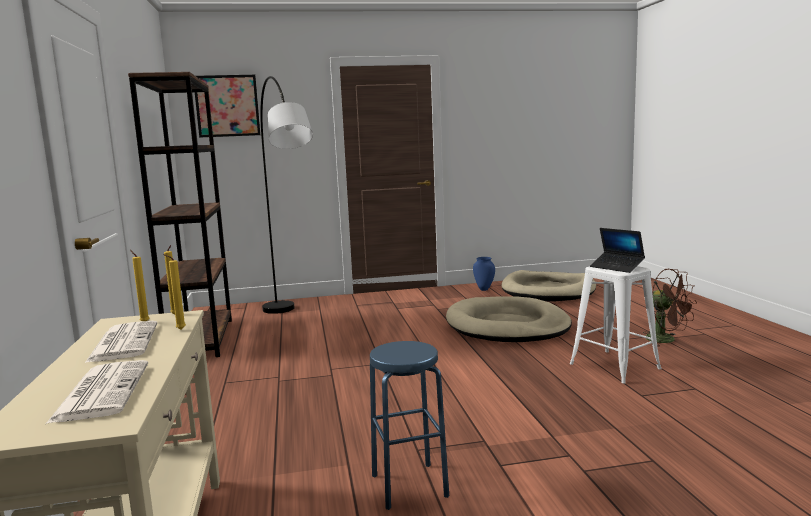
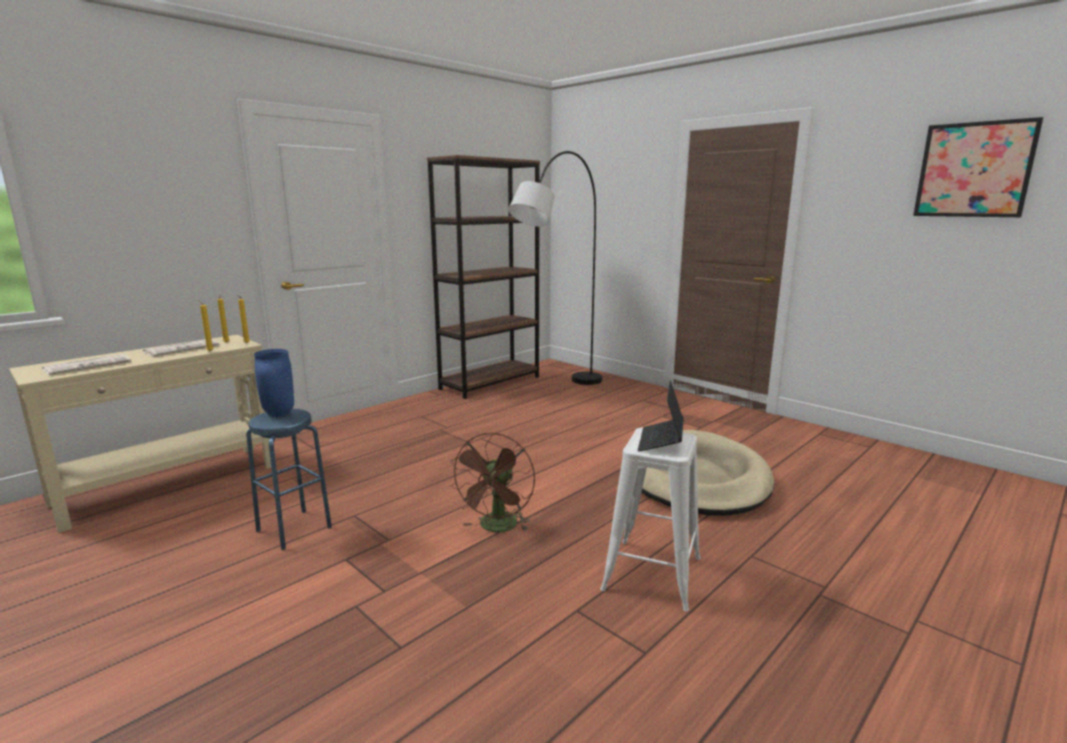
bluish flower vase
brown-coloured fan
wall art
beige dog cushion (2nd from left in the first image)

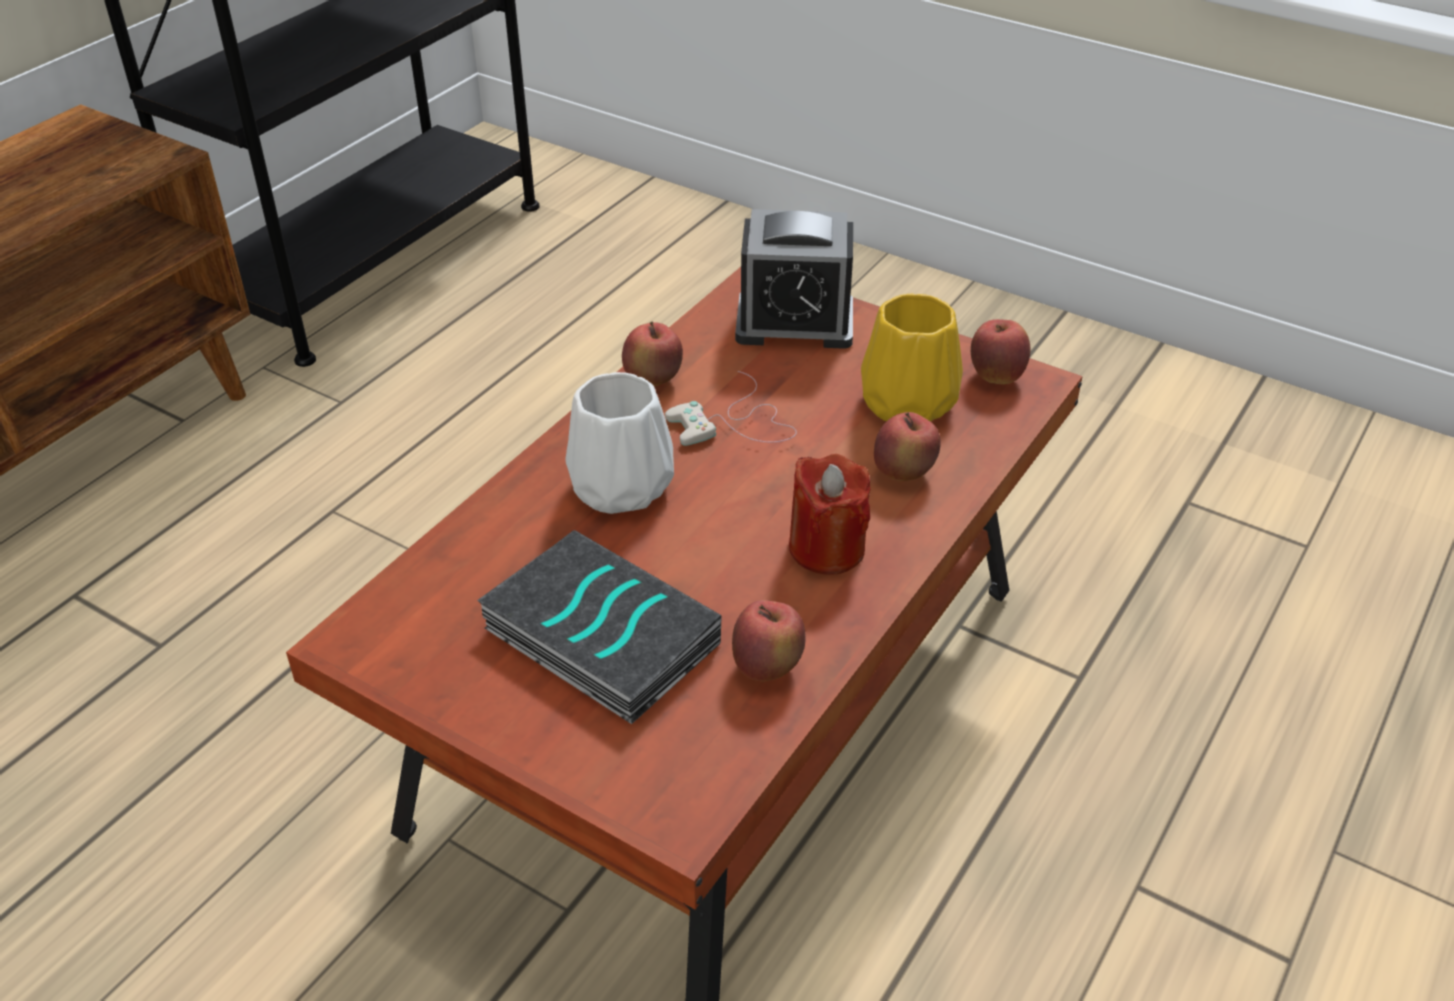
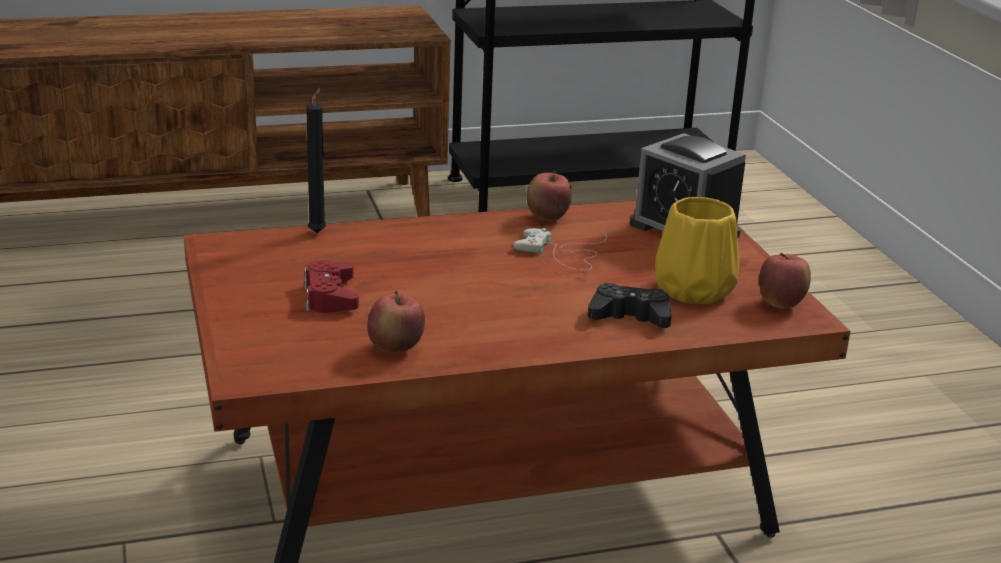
reddish joypad
blackish wax light
blackish joypad
white flower vase
reddish wax light

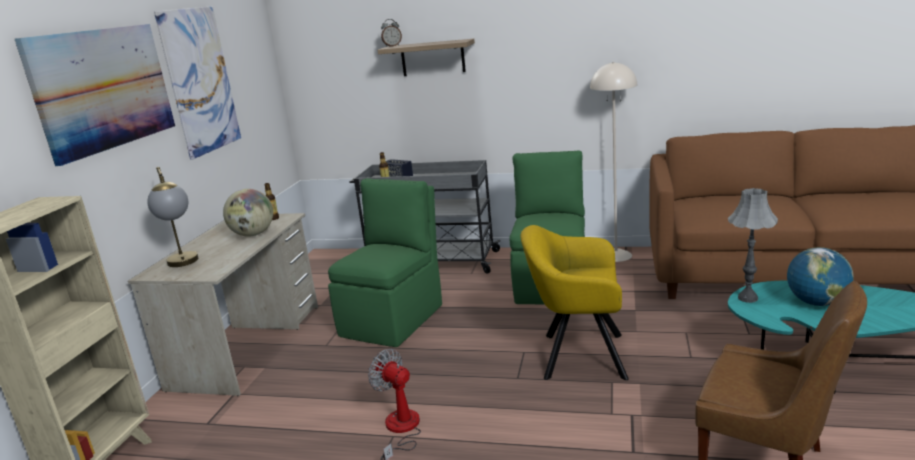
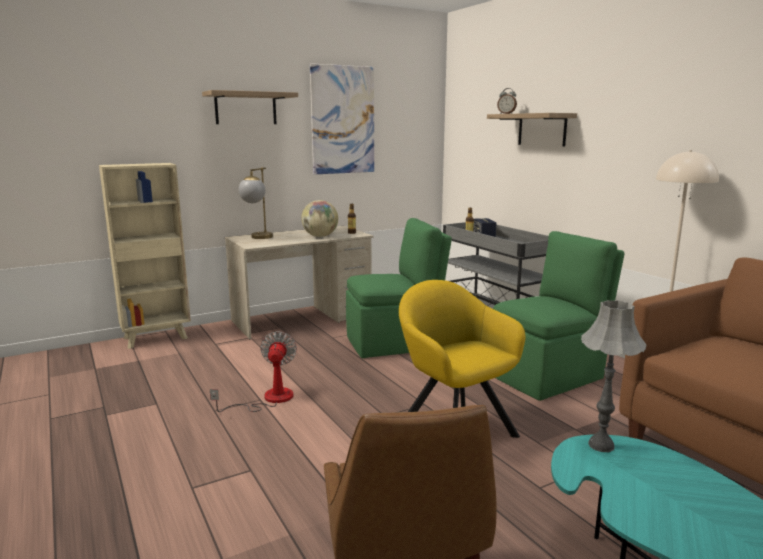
shelf (1st from left)
desk globe (2nd from left in the first image)

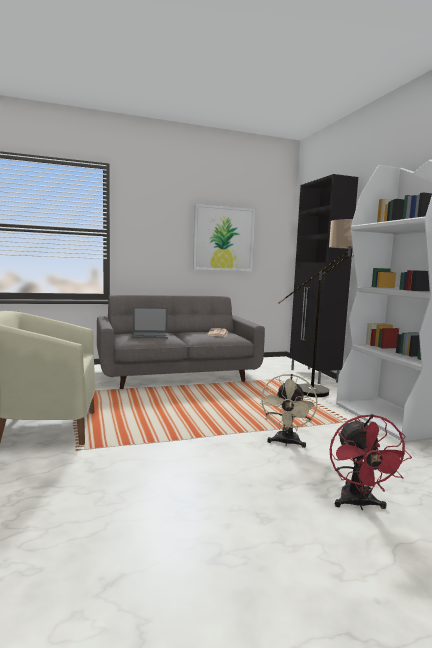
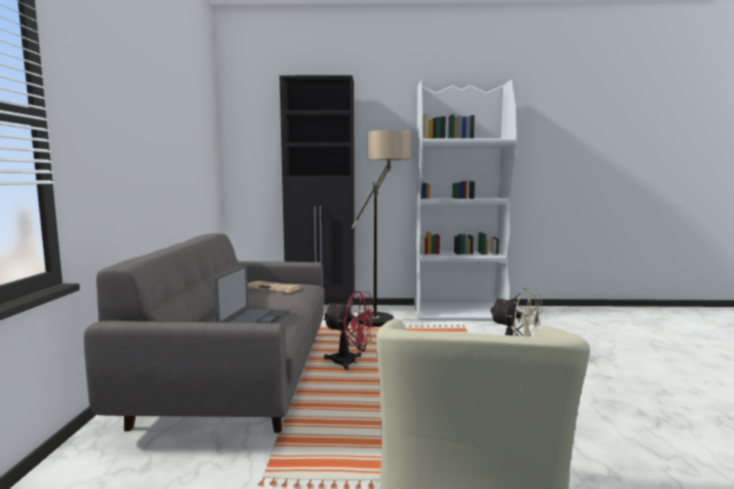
reddish fan
wall art

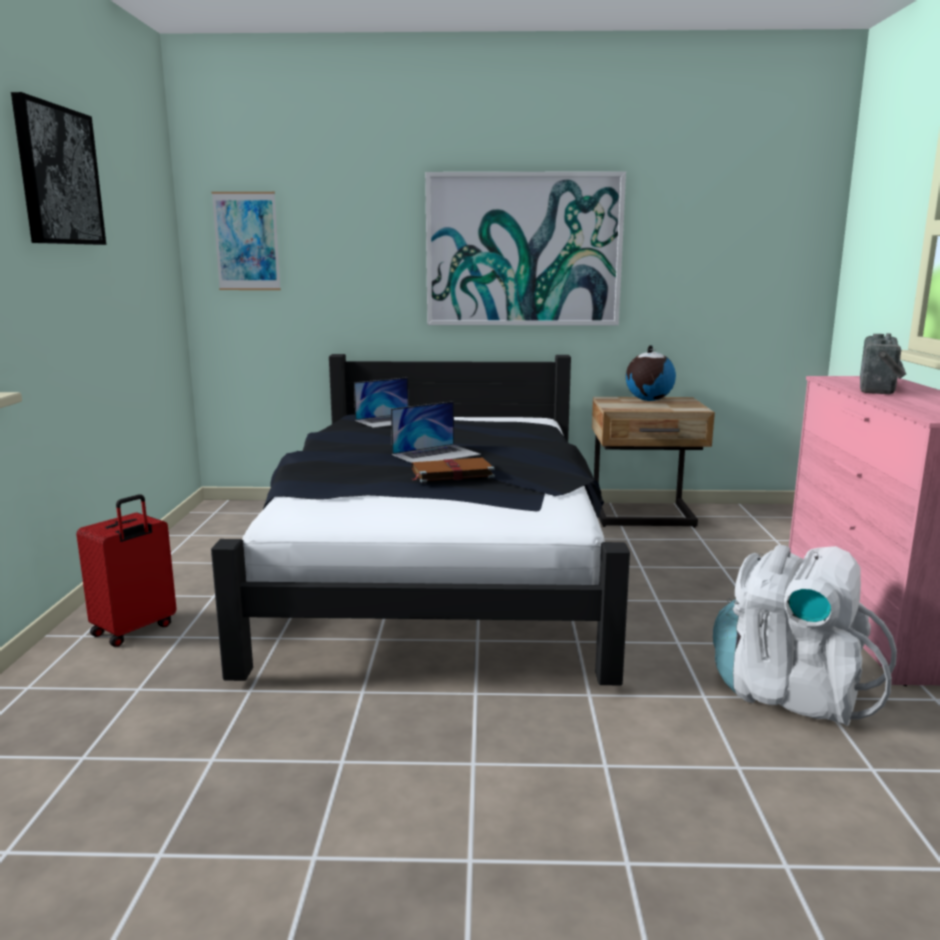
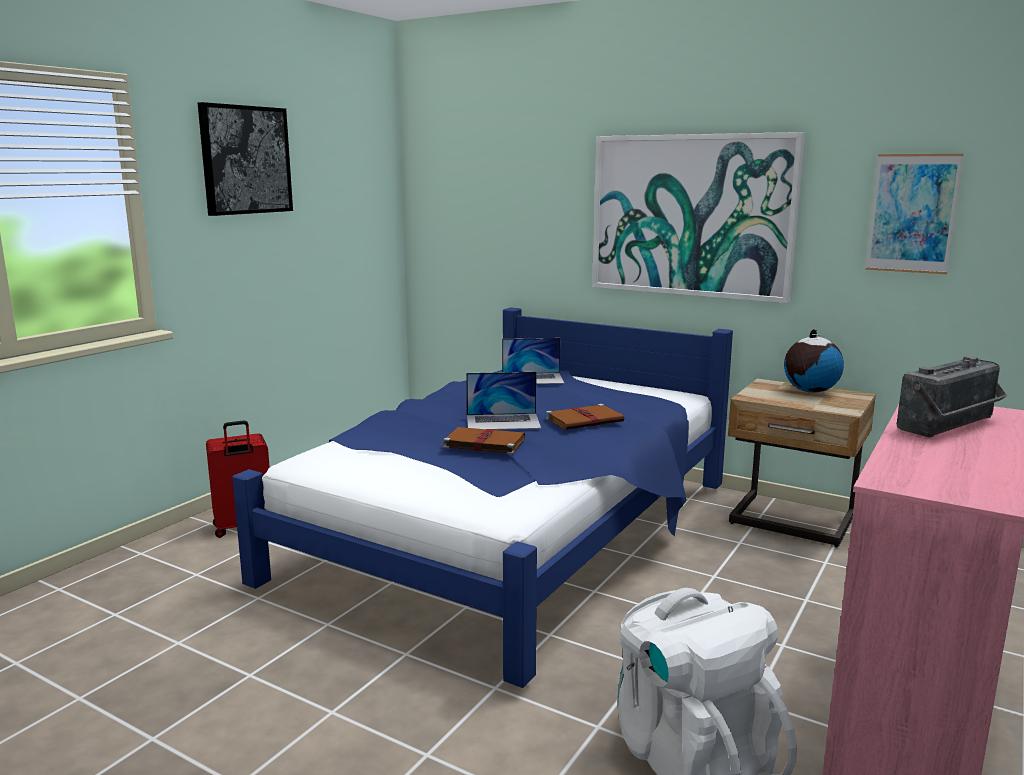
bluish sleeping bed
brown-coloured bound book (2nd from left)
wall art (3rd from left)

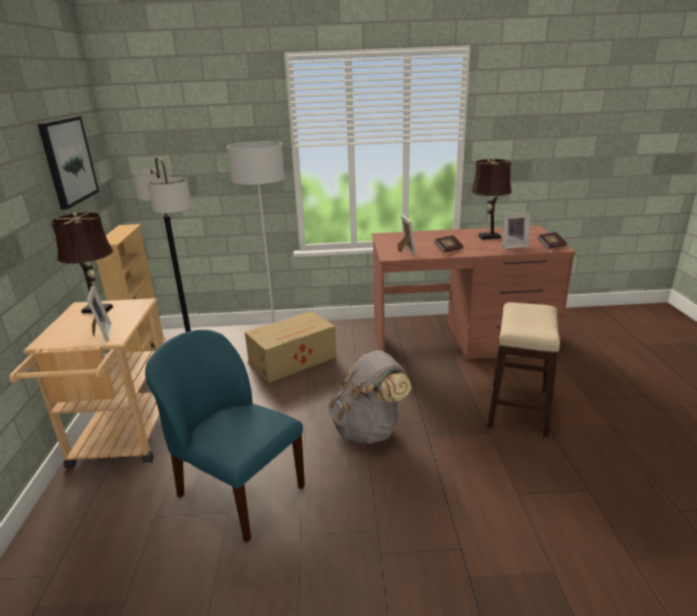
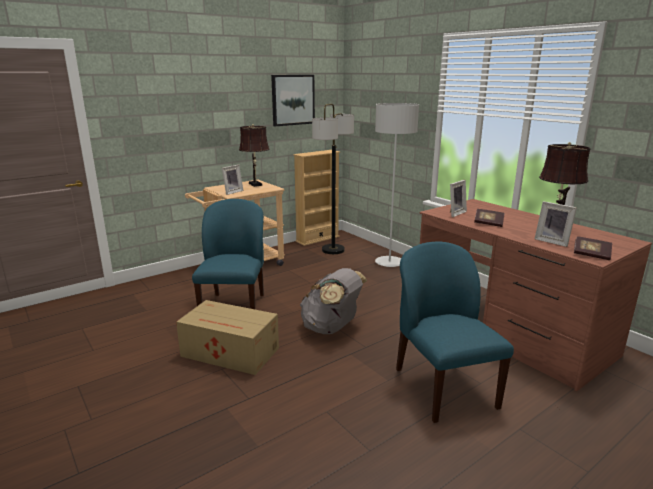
cardboard box
bluish chair (2nd from left)

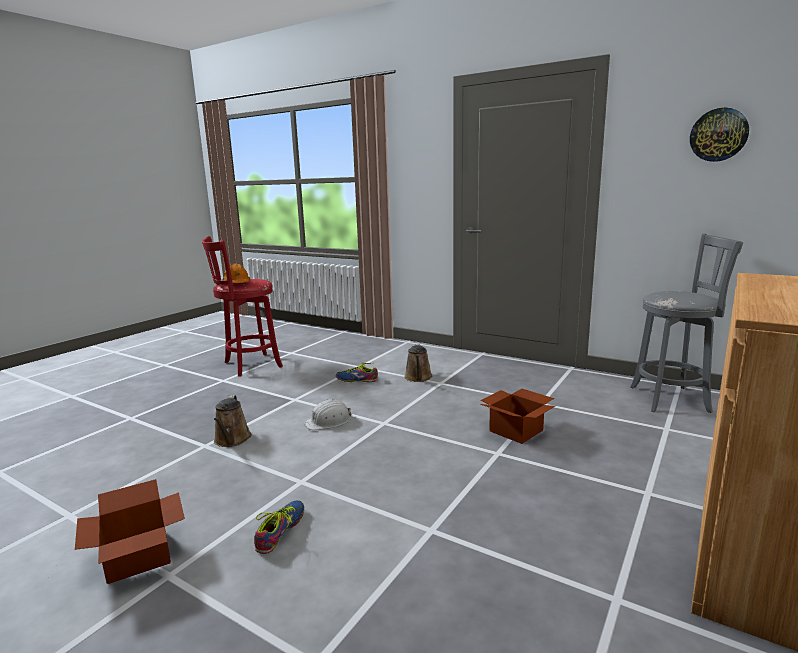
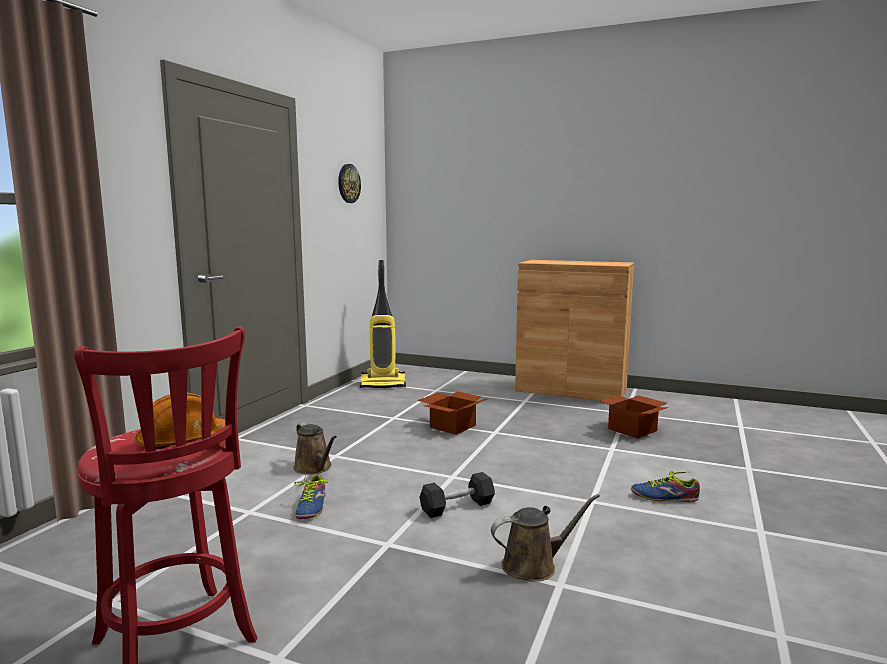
brown-coloured watering can (1st from left)
vacuum cleaner
blackish hand weight
cardboard box (2nd from left)

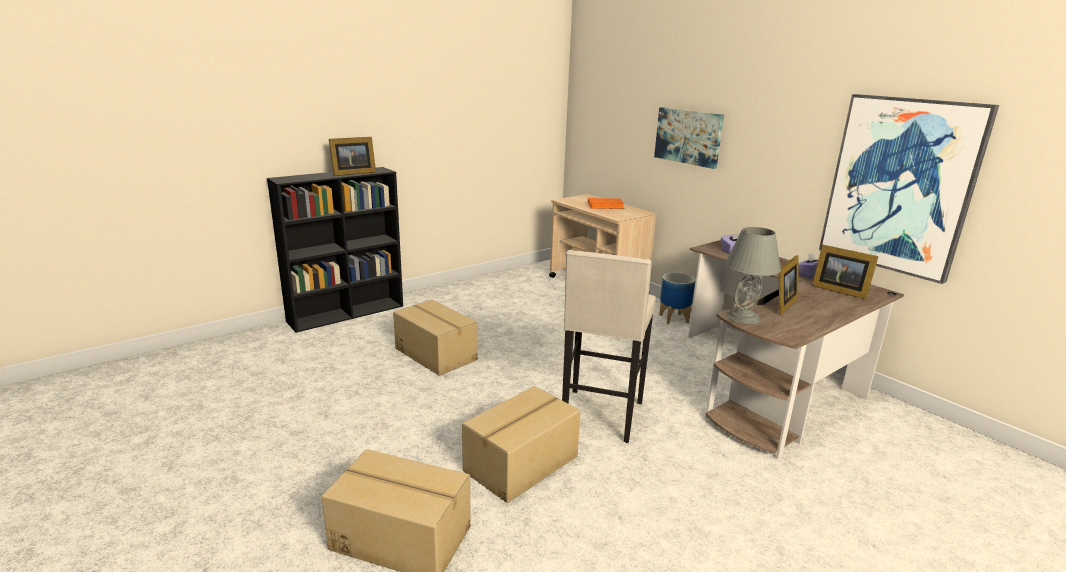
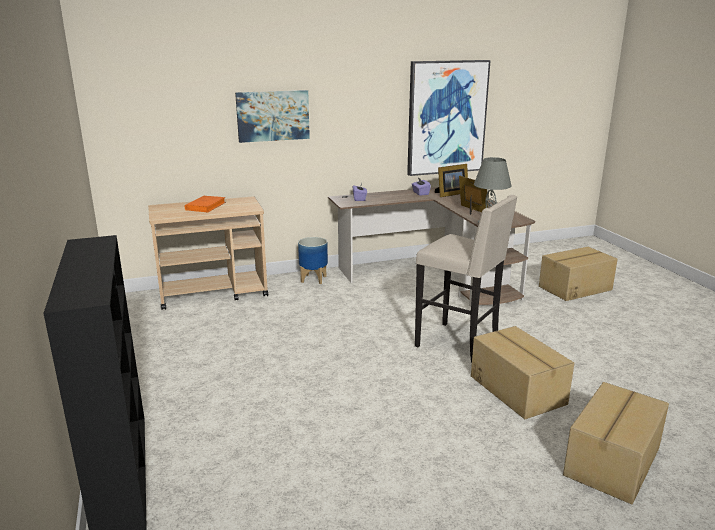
cardboard box (2nd from left)
standing frame (1st from left in the first image)

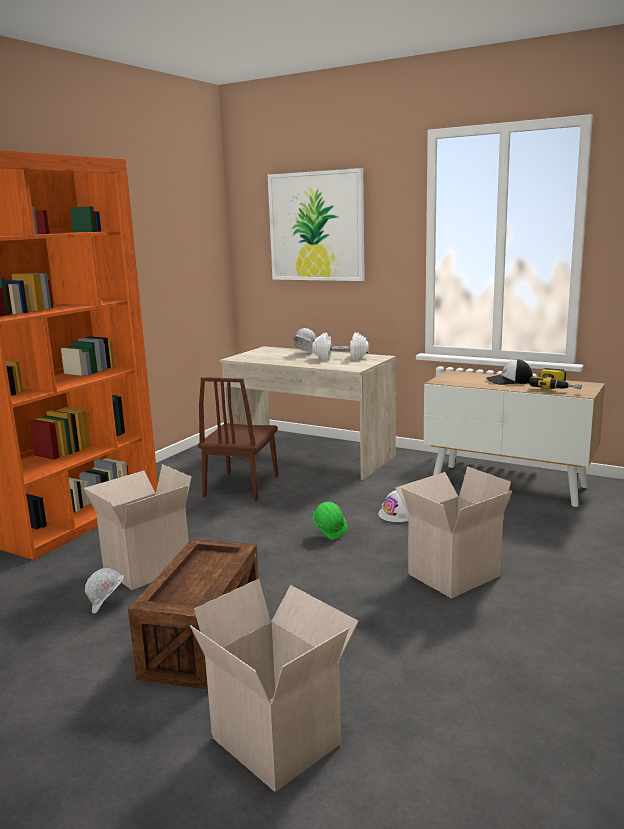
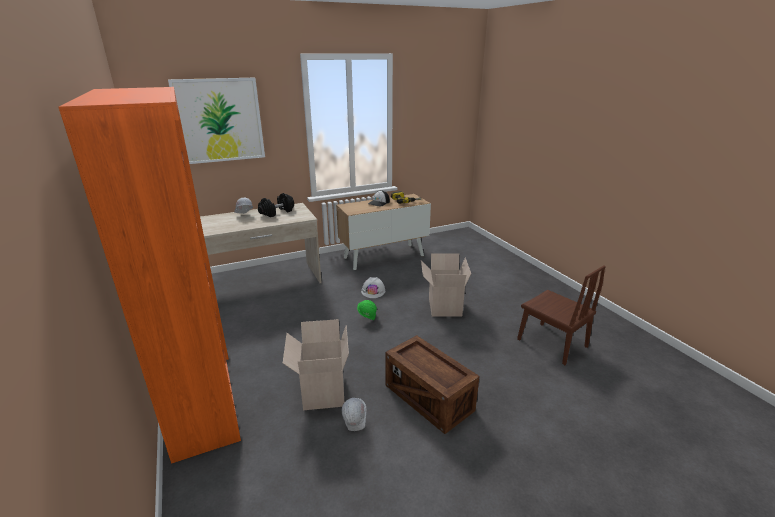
blackish hand weight
brown-coloured chair
cardboard box (2nd from left in the first image)

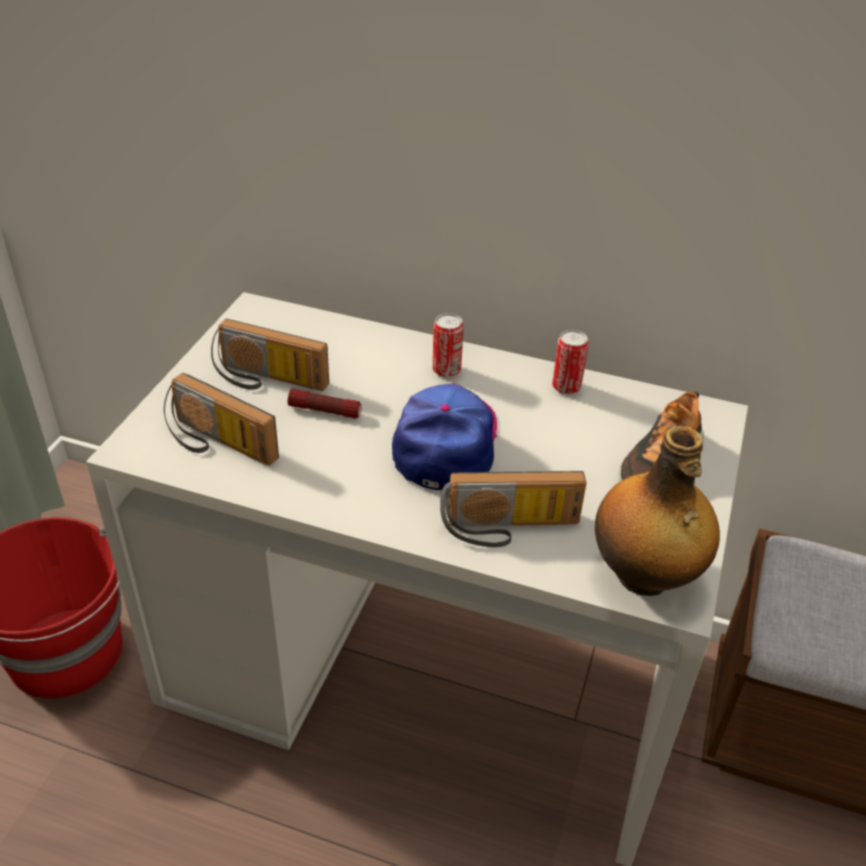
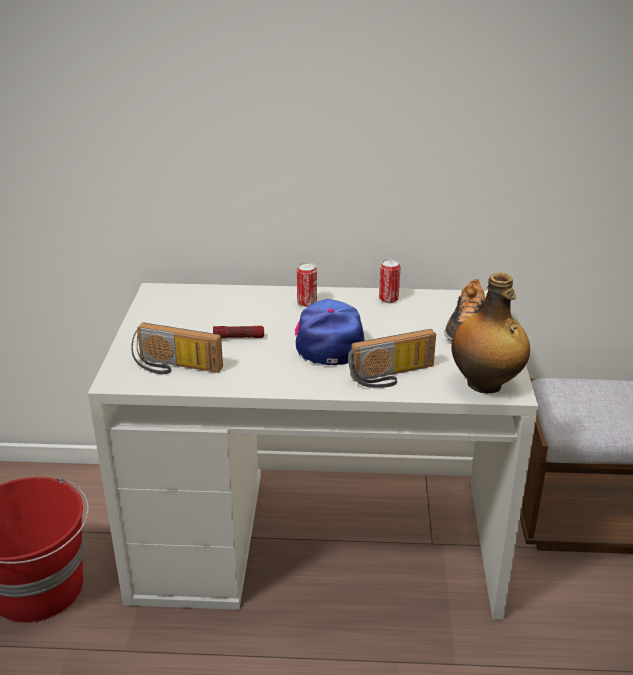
radio receiver (2nd from left in the first image)

